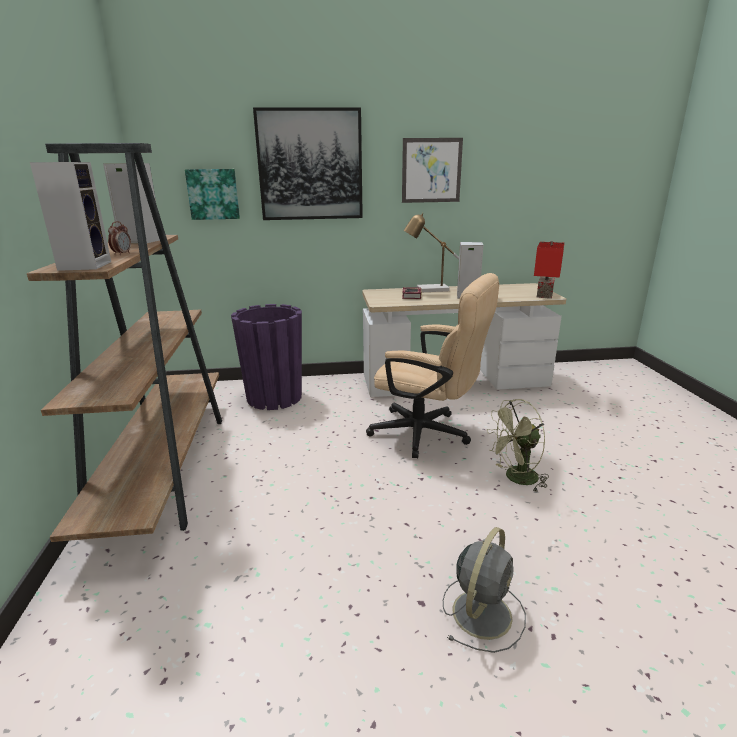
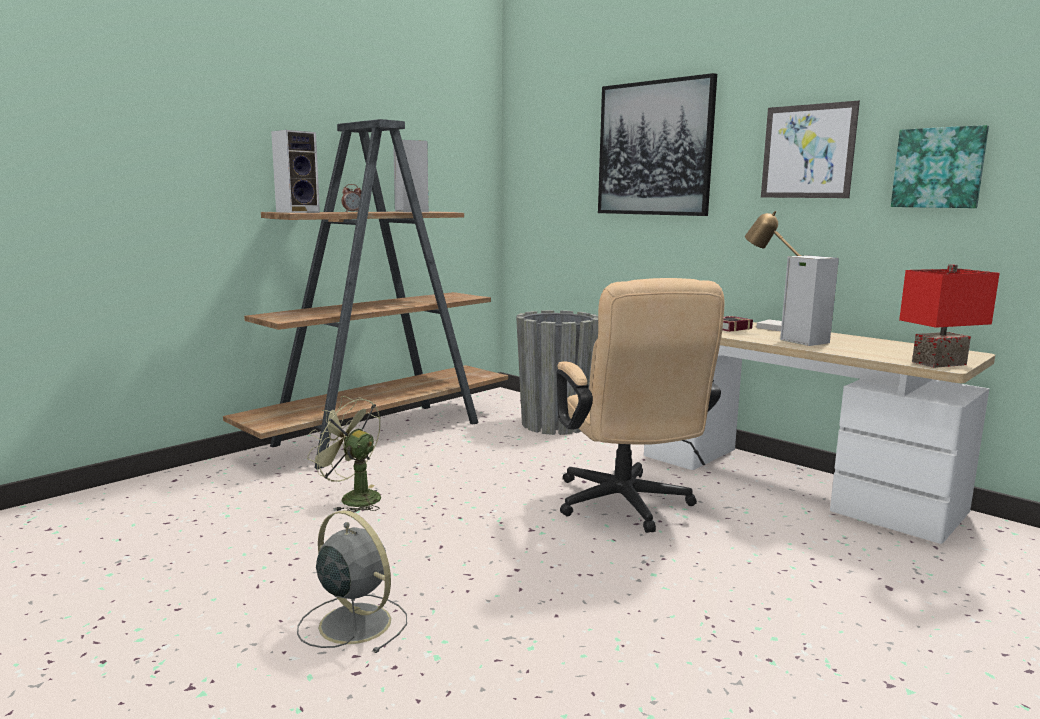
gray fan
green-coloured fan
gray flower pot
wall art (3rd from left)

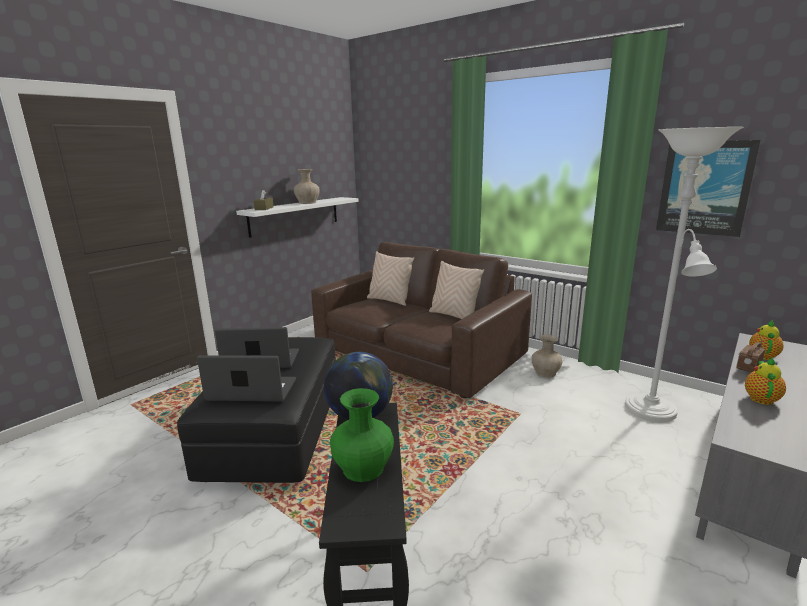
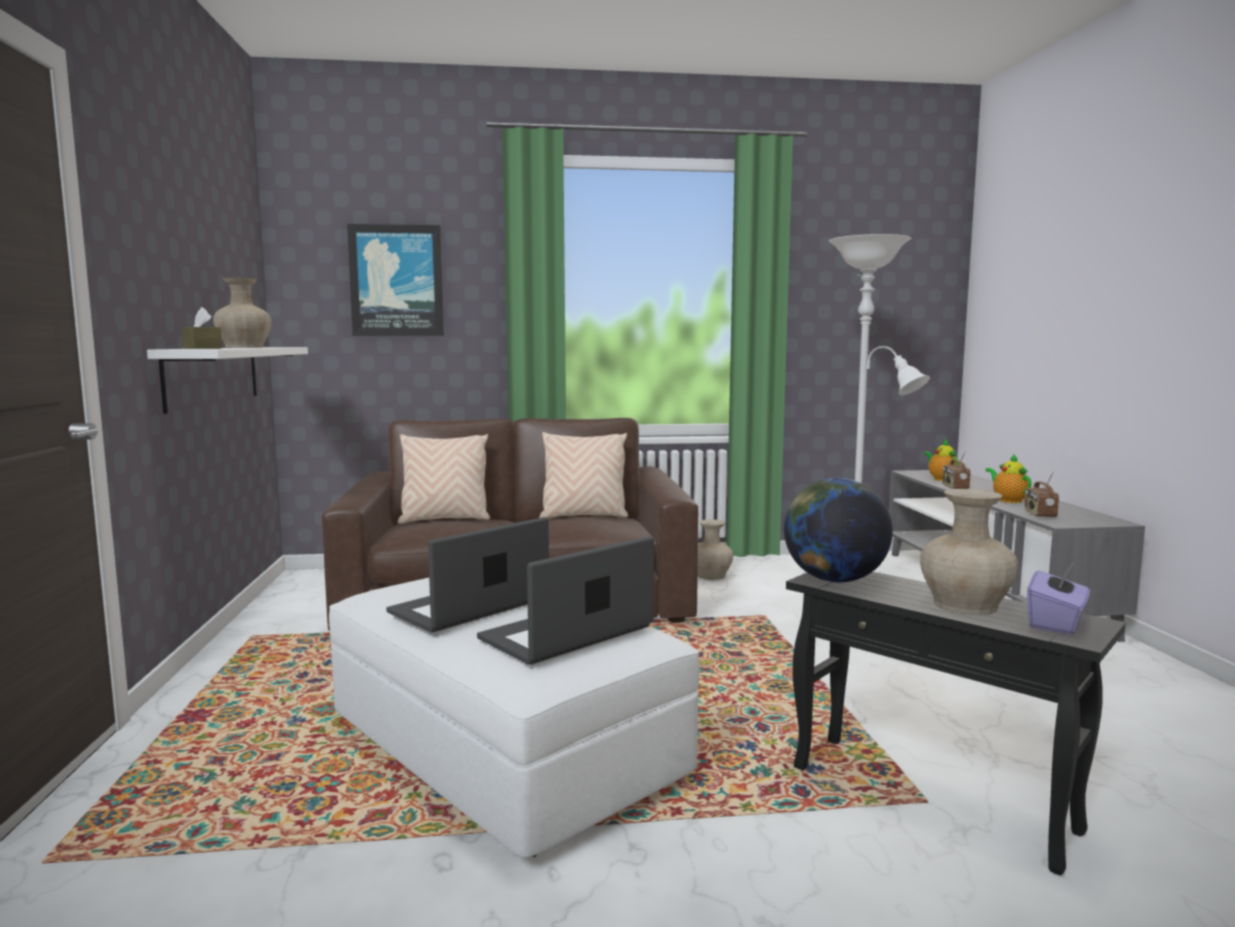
white ottoman
wall art
beige flower vase (3rd from left)
radio receiver (2nd from left)
purple tissue box

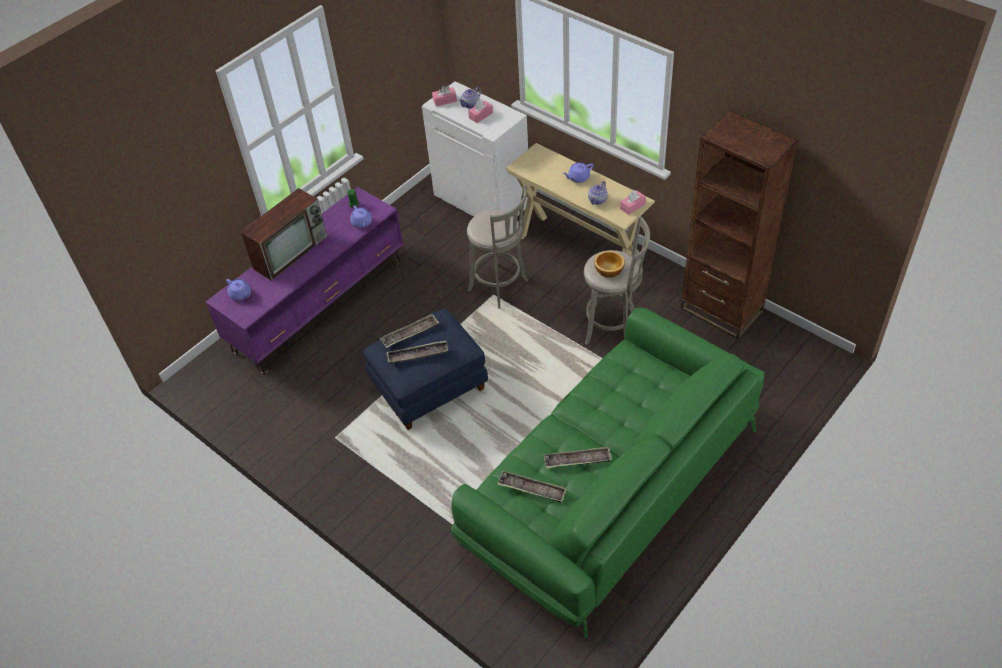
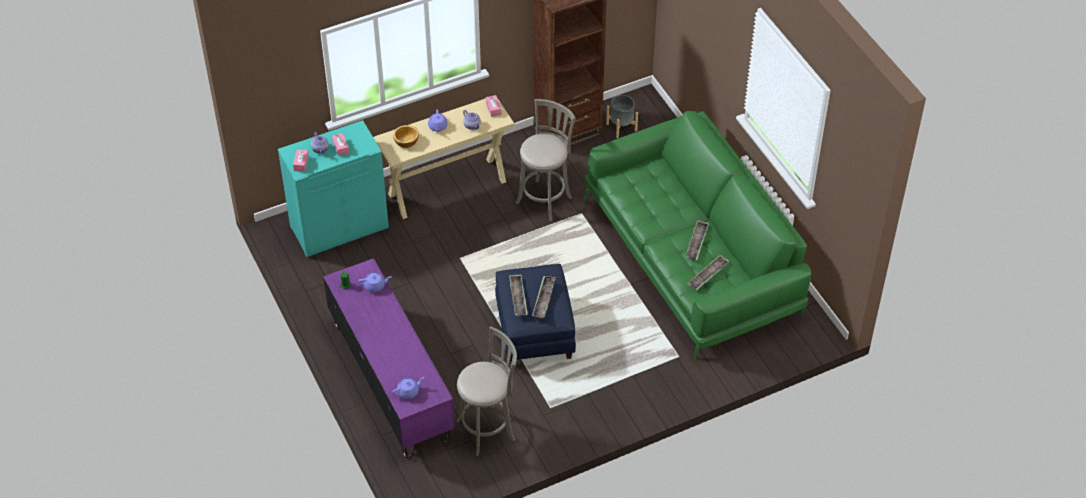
blue-green storage cabinet
serving bowl
gray stool seat (1st from left)
gray flower pot
television

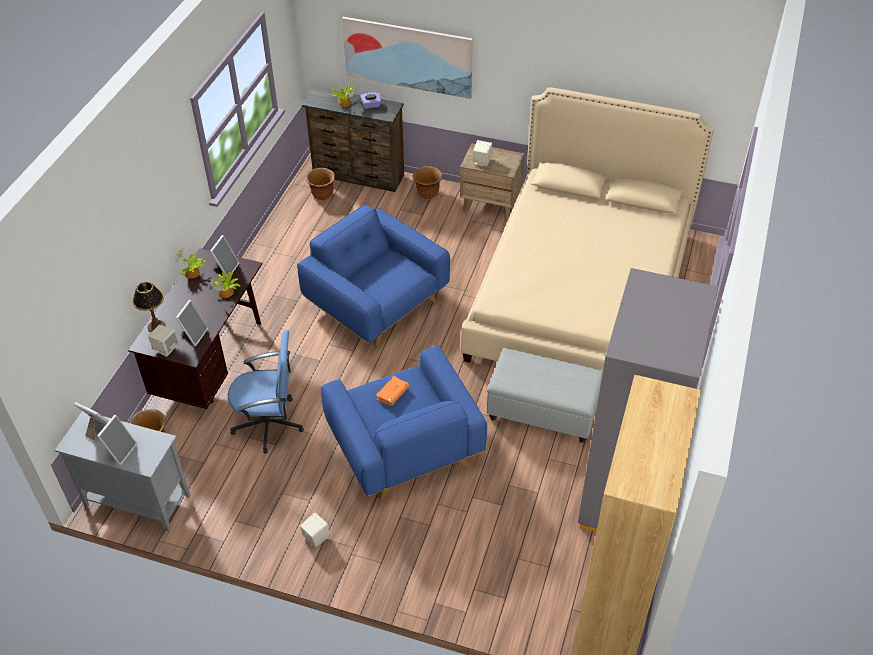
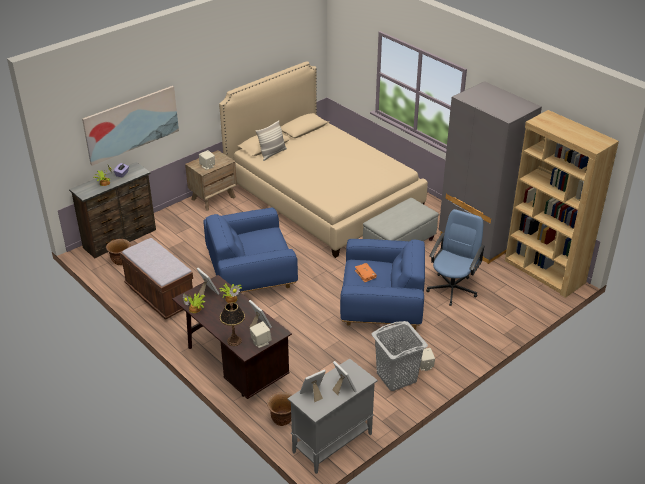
brown-coloured bench
cushion
gray washing basket
bluish computer chair
brown-coloured flower pot (3rd from left in the first image)

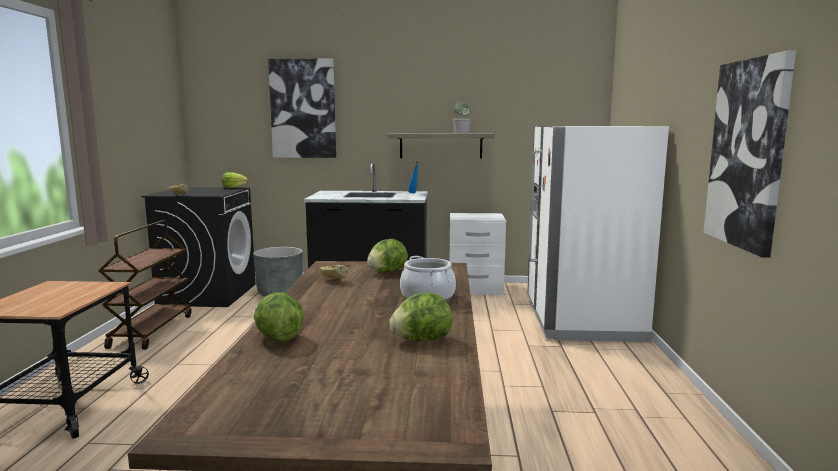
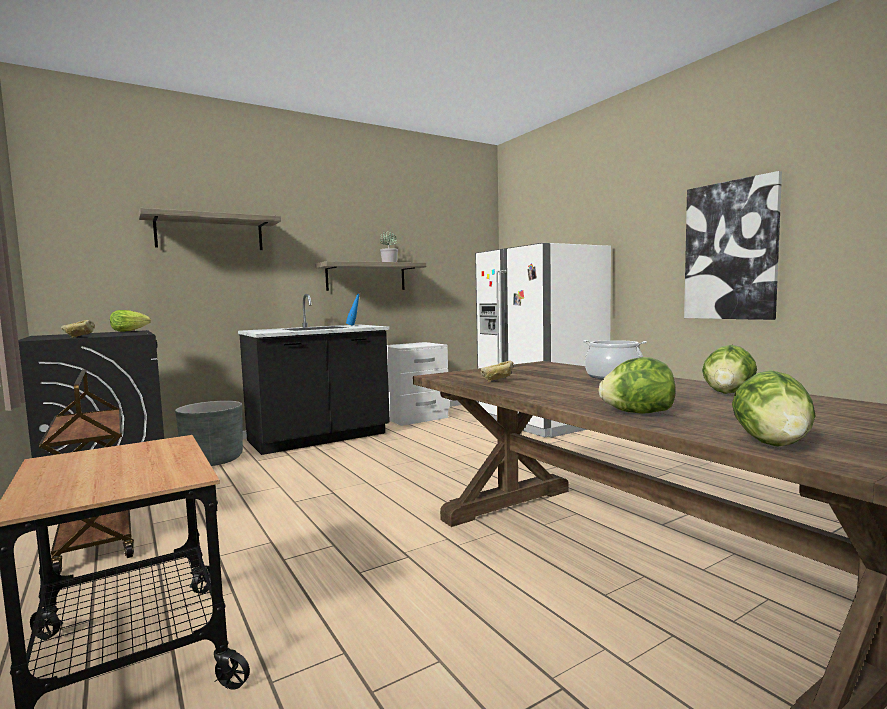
shelf (1st from left)
head of lettuce (4th from left)

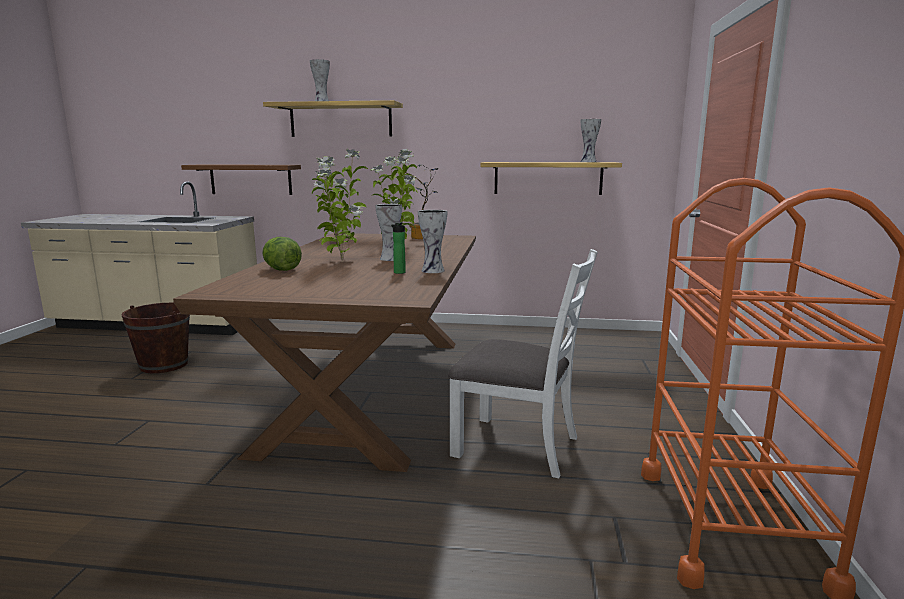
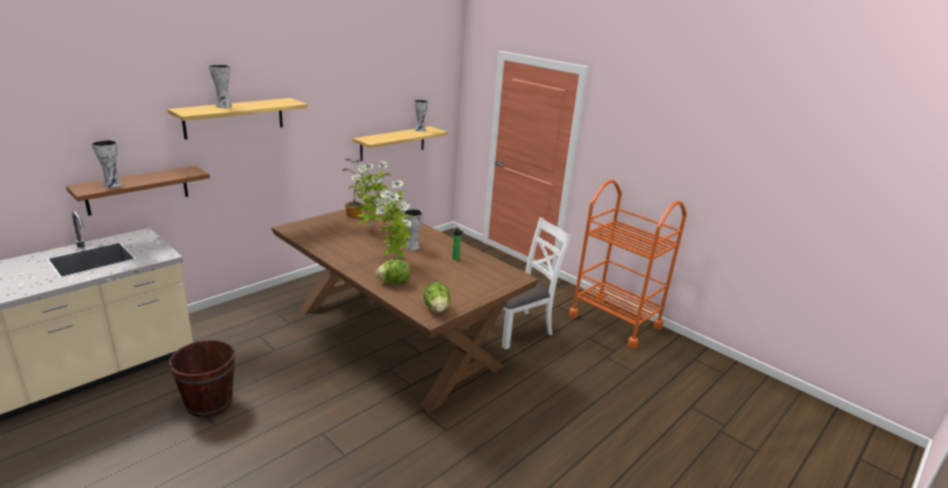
flower vase (1st from left)
head of lettuce (2nd from left)

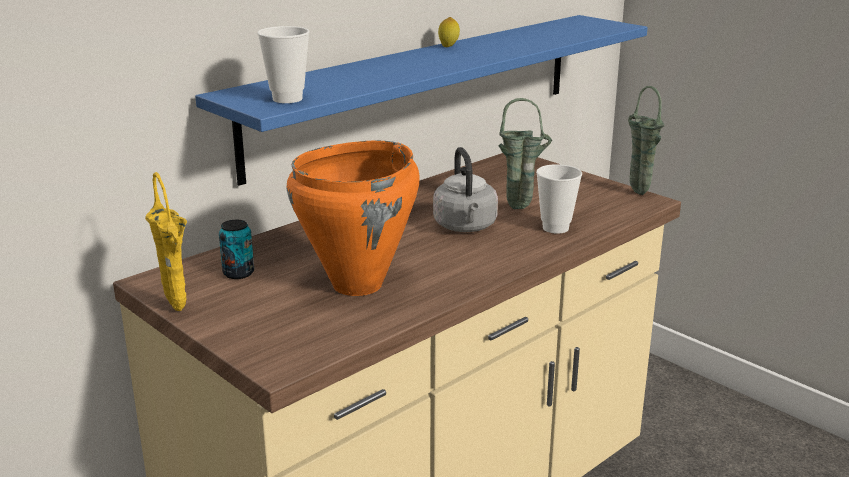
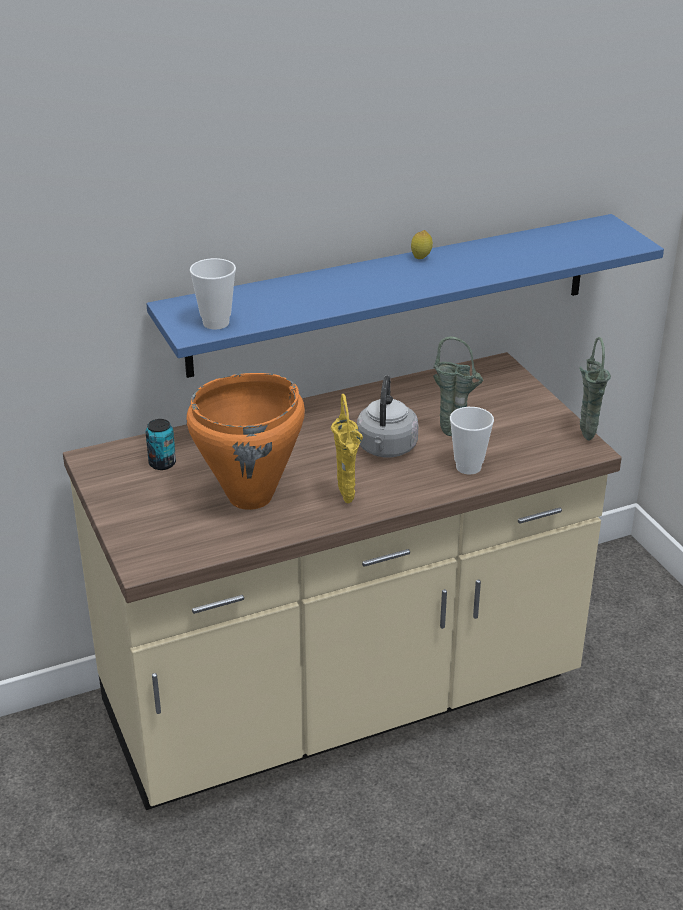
yellowish flower vase

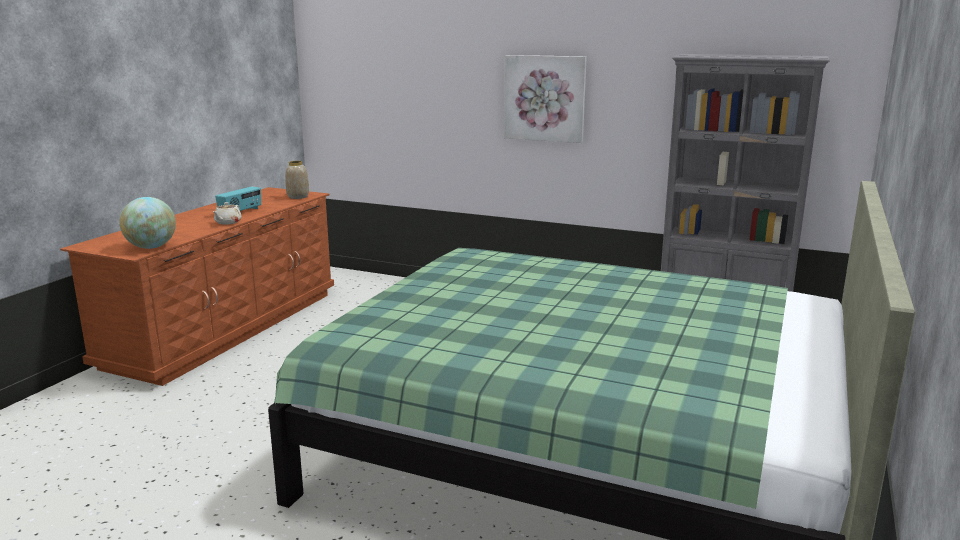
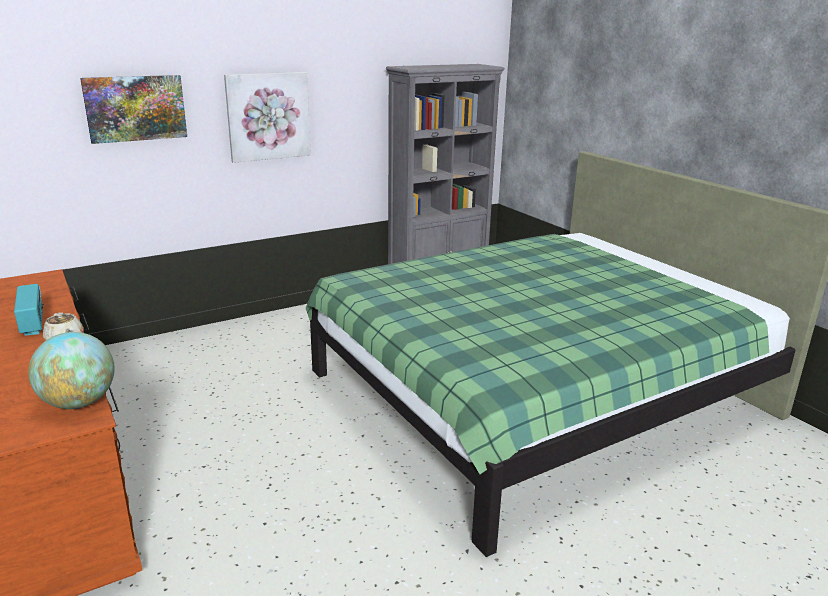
wall art (1st from left)
flower vase

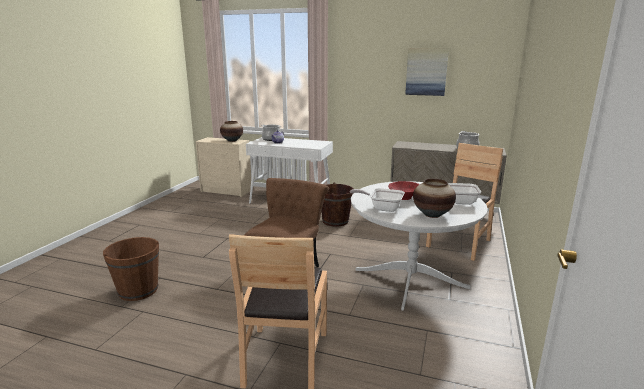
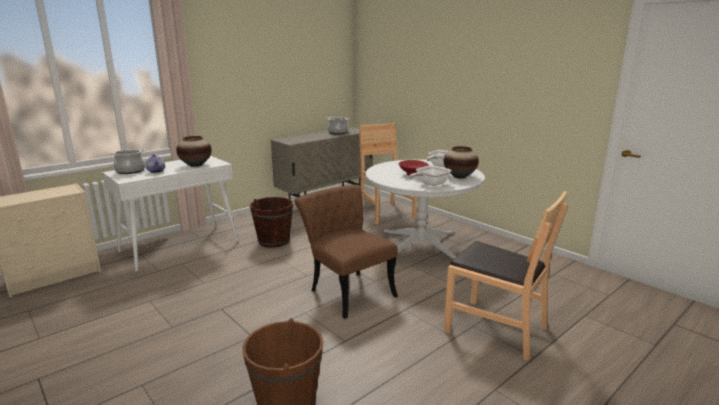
flower vase (1st from left)
wall art

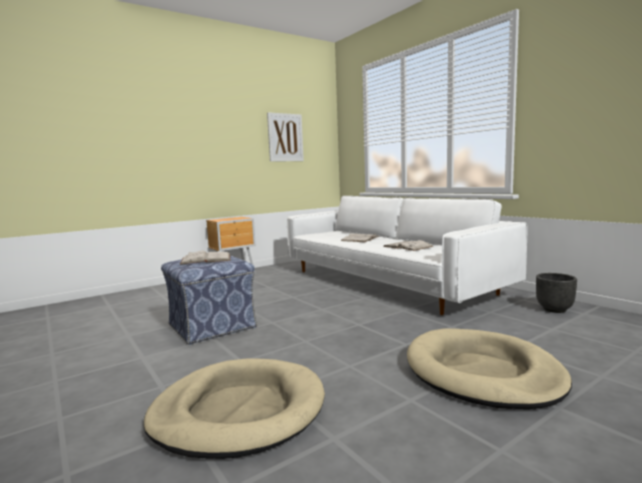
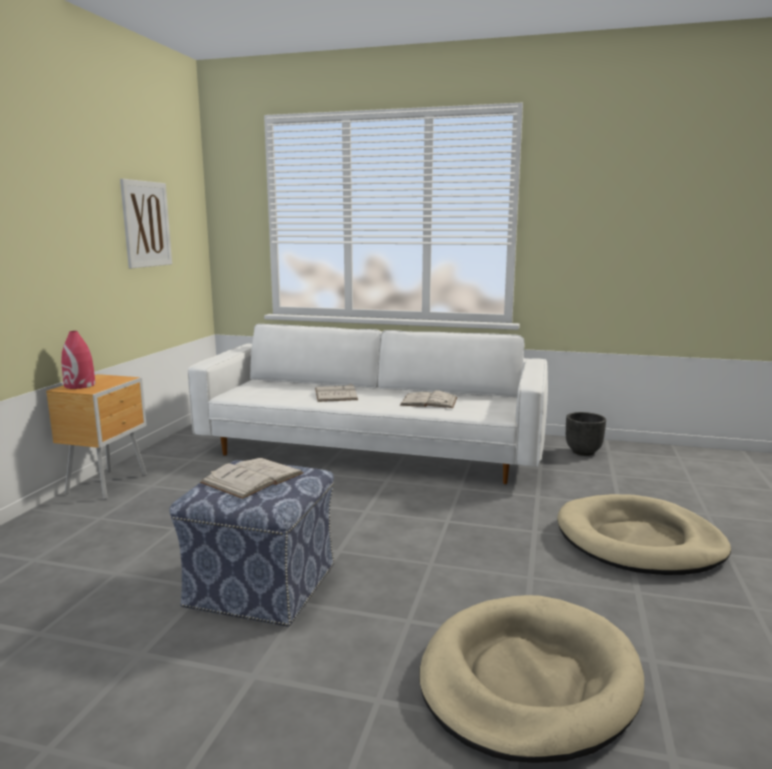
reddish flower vase

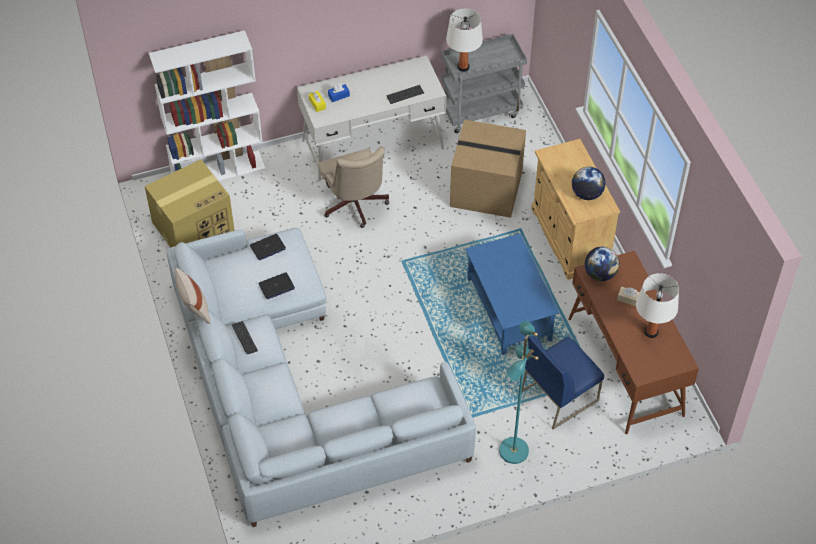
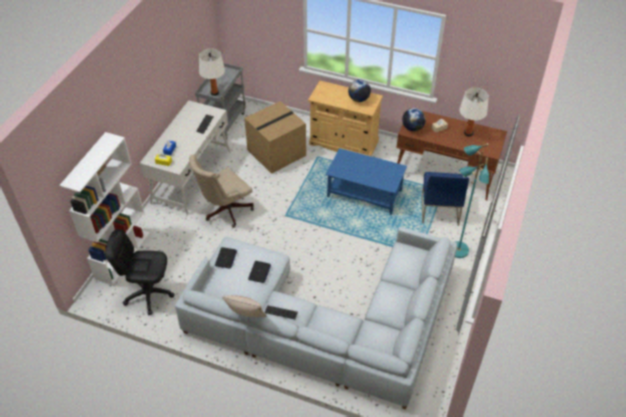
blackish computer chair
beige computer chair

